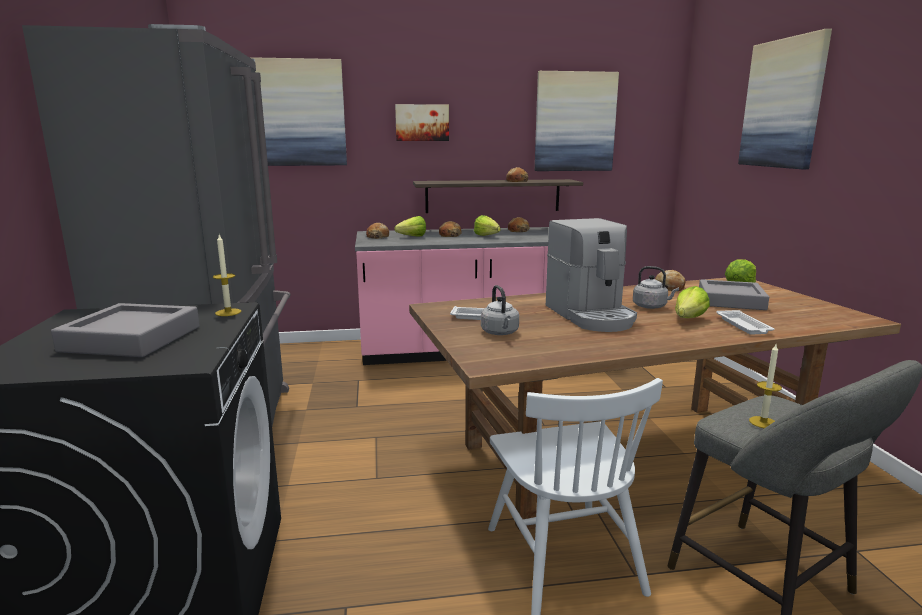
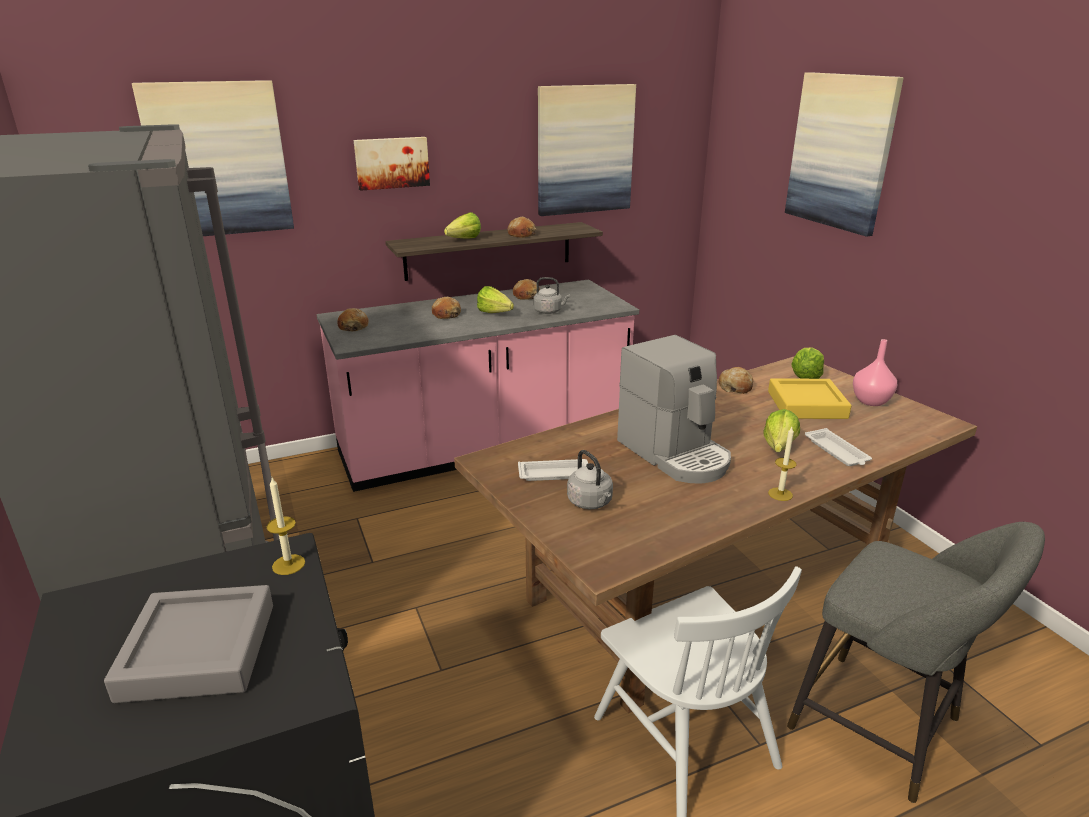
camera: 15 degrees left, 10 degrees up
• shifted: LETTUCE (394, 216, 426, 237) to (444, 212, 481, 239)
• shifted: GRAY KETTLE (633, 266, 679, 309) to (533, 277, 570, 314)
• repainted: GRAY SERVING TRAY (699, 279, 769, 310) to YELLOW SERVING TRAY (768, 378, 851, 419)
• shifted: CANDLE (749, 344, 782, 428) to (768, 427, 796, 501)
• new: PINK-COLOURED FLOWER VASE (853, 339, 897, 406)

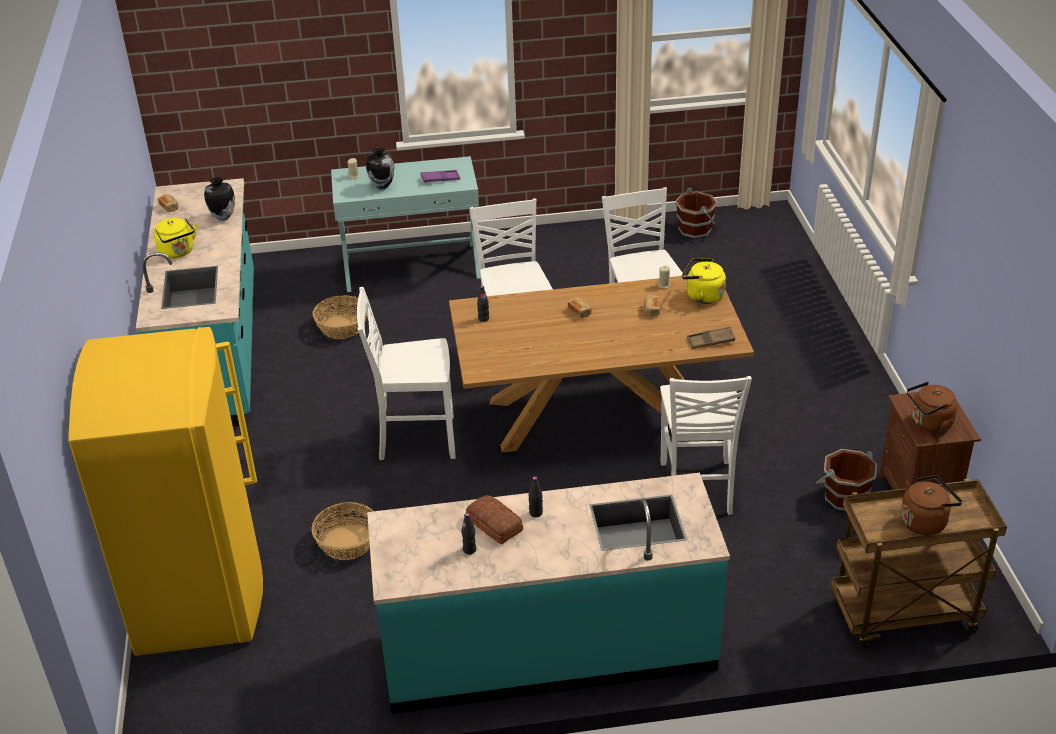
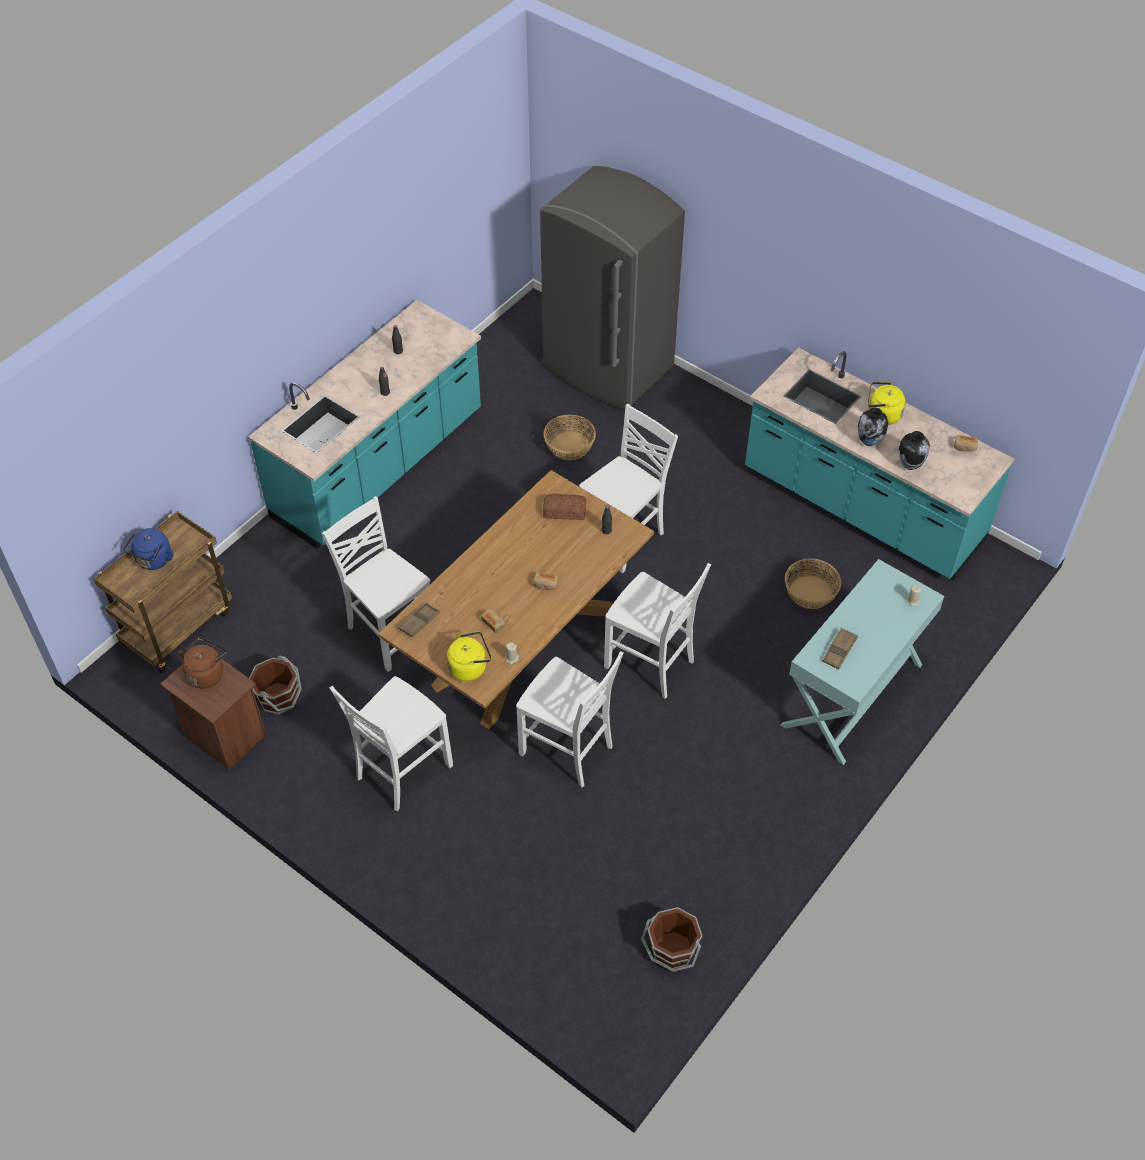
camera: 135 degrees right, 15 degrees up
• shifted: FLOWER VASE (366, 147, 394, 190) to (858, 408, 888, 446)
• repainted: PURPLE SERVING TRAY (421, 170, 460, 183) to BROWN-COLOURED SERVING TRAY (822, 628, 858, 669)
• repainted: YELLOW FRIDGE (69, 327, 263, 656) to GRAY FRIDGE (540, 166, 685, 410)
• repainted: BROWN-COLOURED KETTLE (900, 475, 962, 535) to BLUISH KETTLE (123, 528, 173, 570)
• shifted: BAKED BREAD (466, 495, 523, 545) to (543, 494, 586, 520)
• new: WHITE UPRIGHT CHAIR (330, 676, 453, 811)

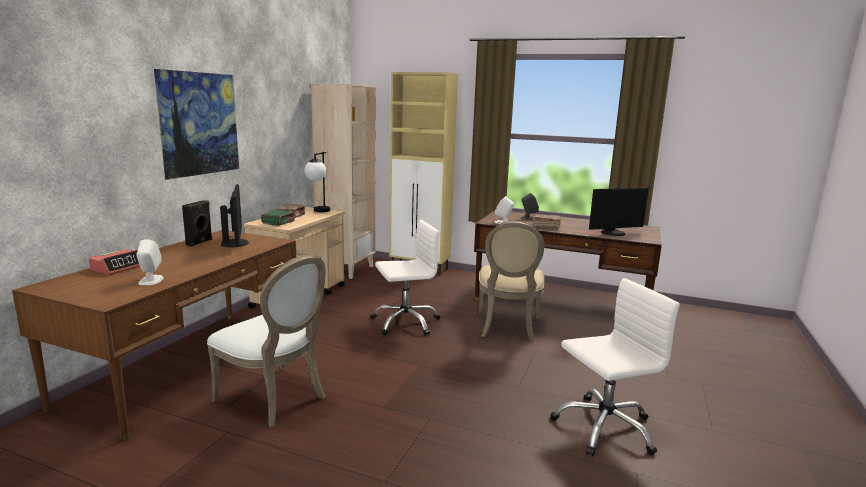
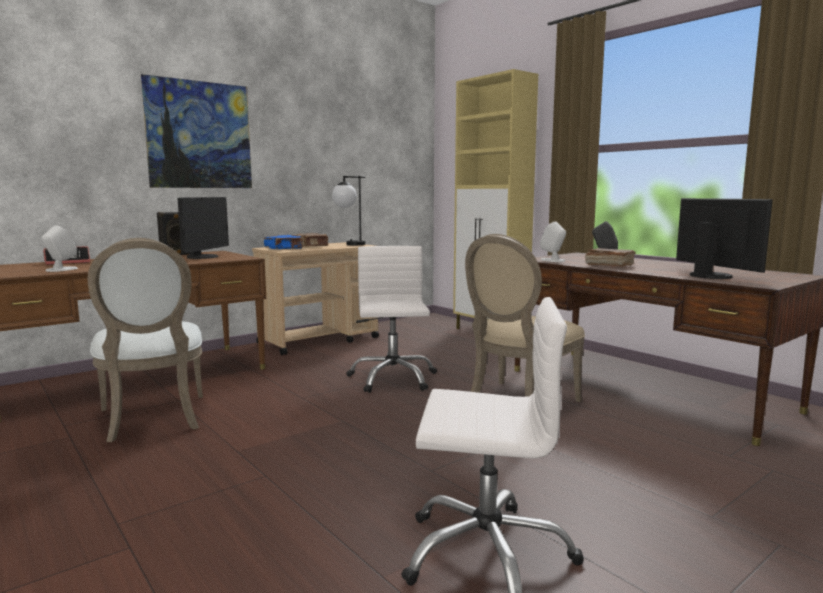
camera: 30 degrees right, 5 degrees down
• gone: BEIGE-COLOURED BOOKSHELF (311, 83, 376, 279)
• rotated: COMPUTER DISPLAY (589, 188, 649, 236) = (676, 198, 773, 279) 120 degrees counterclockwise
• repainted: GREEN BOOK (261, 209, 295, 226) to BLUISH BOOK (264, 235, 303, 249)
• rotated: WHITE COMPUTER CHAIR (370, 220, 440, 336) = (346, 246, 437, 393) 105 degrees counterclockwise

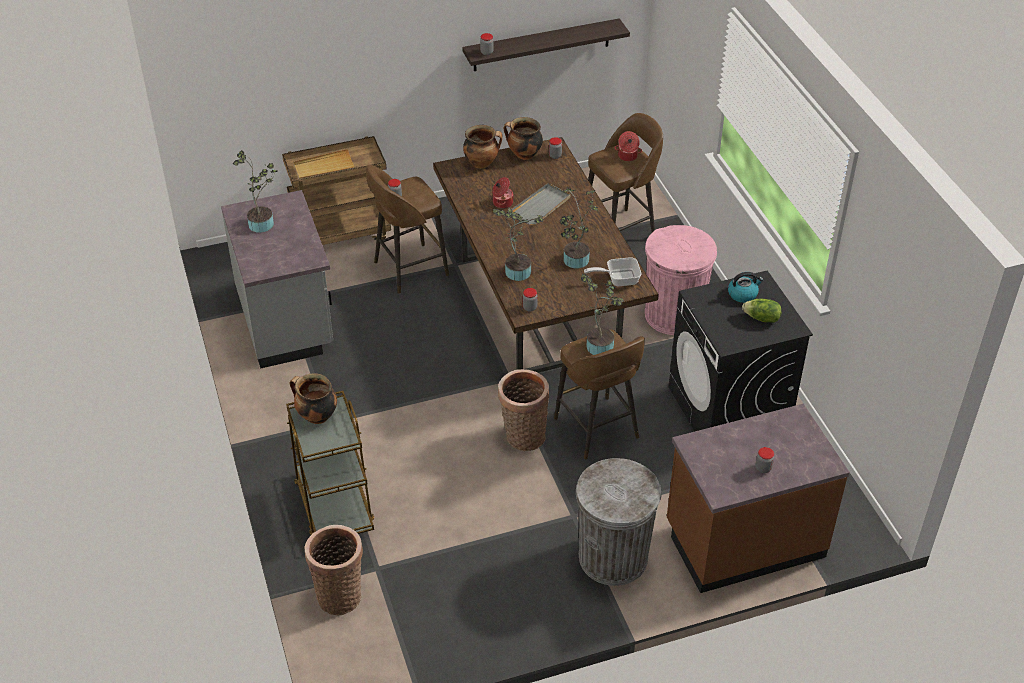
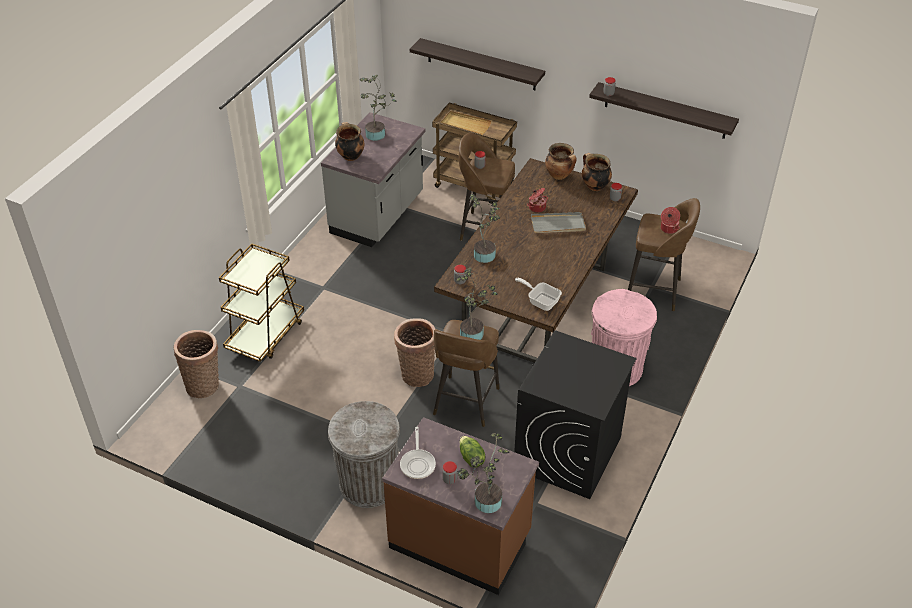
camera: 45 degrees right, 0 degrees up
• shifted: HOUSEPLANT (560, 188, 598, 268) to (457, 433, 509, 513)
• gone: KETTLE (728, 272, 763, 303)
• shifted: LETTUCE (742, 299, 782, 323) to (460, 436, 486, 468)
• shifted: SAUCEPOT (290, 373, 337, 424) to (335, 122, 365, 161)
• new: SHELF (410, 38, 545, 90)
• new: SKILLET (400, 427, 436, 479)

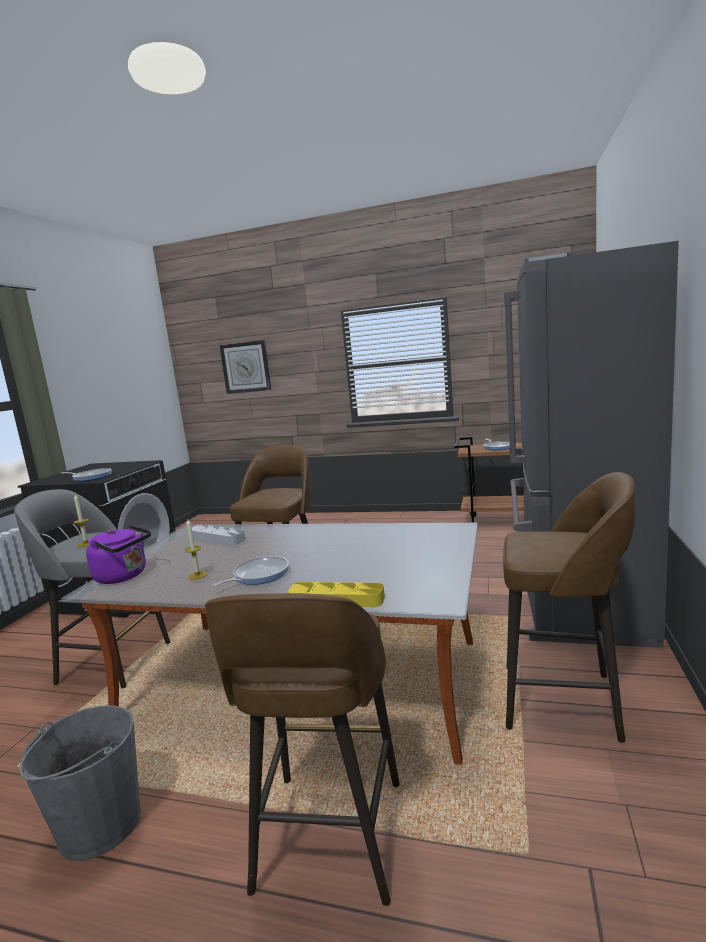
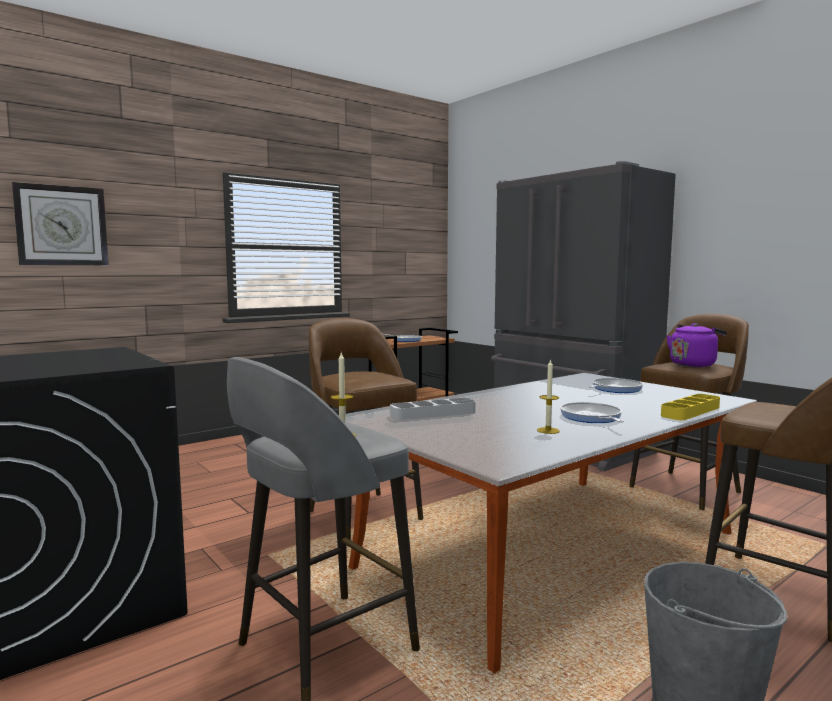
camera: 55 degrees left, 5 degrees down
• shifted: SKILLET (61, 468, 112, 481) to (588, 378, 643, 393)
• shifted: PURPLE KETTLE (86, 525, 151, 584) to (666, 323, 727, 367)

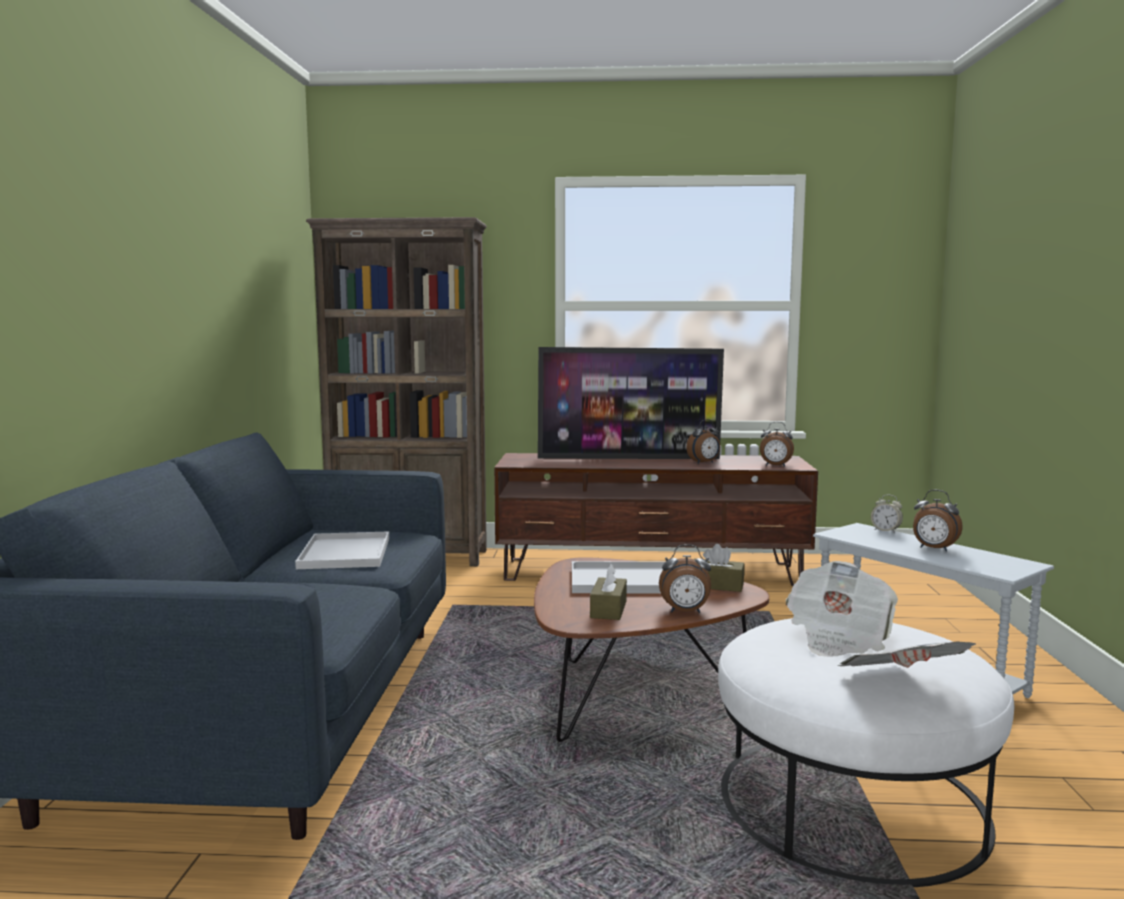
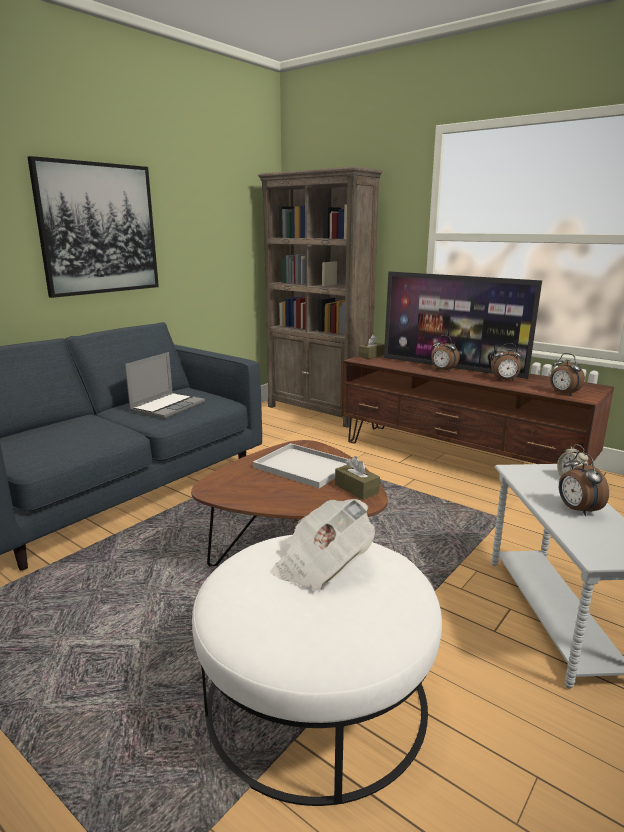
camera: 35 degrees right, 10 degrees up
• swapped: WHITE SERVING TRAY (295, 531, 389, 569) to LAPTOP (125, 352, 205, 419)
• shifted: BEDSIDE CLOCK (659, 544, 711, 613) to (432, 335, 459, 372)
• shifted: BROWN-COLOURED TISSUE HOLDER (590, 564, 627, 620) to (358, 335, 385, 359)
• gone: DAILY PAPER (837, 641, 976, 668)
• new: WALL PICTURE (28, 156, 159, 298)

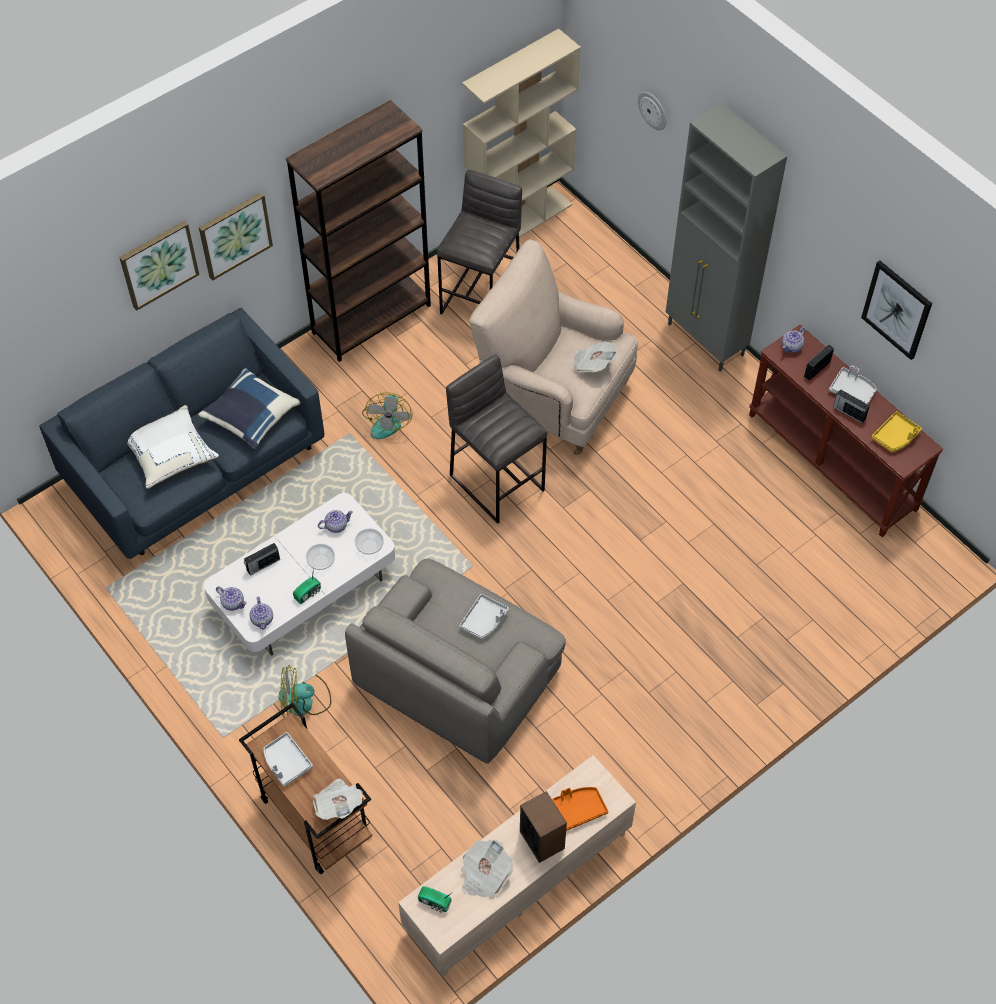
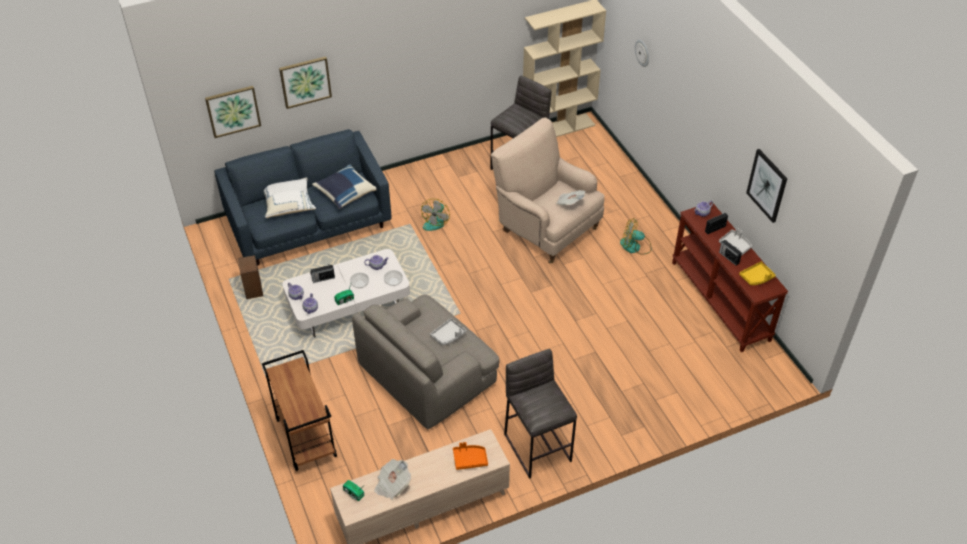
camera: 15 degrees right, 10 degrees down
• gone: BROWN-COLOURED BOOKSHELF (286, 100, 431, 362)
• gone: GRAY CUPBOARD (666, 103, 787, 372)
• shifted: WALL PICTURE (199, 193, 273, 281) to (205, 86, 261, 138)
• shifted: GRAY SITTING STOOL (446, 354, 547, 524) to (504, 349, 577, 479)
• shifted: FAN (279, 665, 331, 716) to (620, 218, 651, 255)
• gone: GRAY SERVING TRAY (264, 732, 313, 787)
• gone: DAILY PAPER (313, 778, 363, 820)
• shifted: LOUDSPEAKER (520, 791, 567, 863) to (238, 255, 263, 299)

